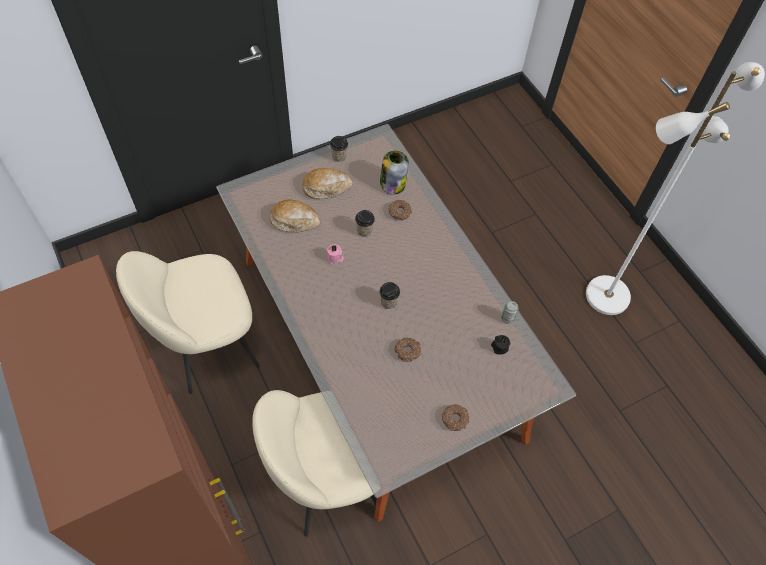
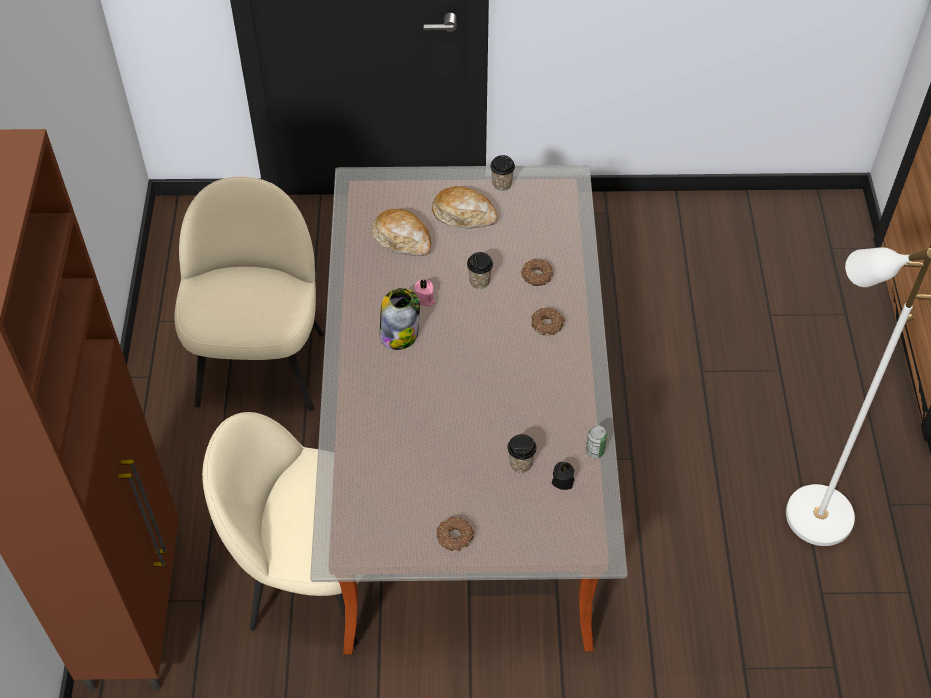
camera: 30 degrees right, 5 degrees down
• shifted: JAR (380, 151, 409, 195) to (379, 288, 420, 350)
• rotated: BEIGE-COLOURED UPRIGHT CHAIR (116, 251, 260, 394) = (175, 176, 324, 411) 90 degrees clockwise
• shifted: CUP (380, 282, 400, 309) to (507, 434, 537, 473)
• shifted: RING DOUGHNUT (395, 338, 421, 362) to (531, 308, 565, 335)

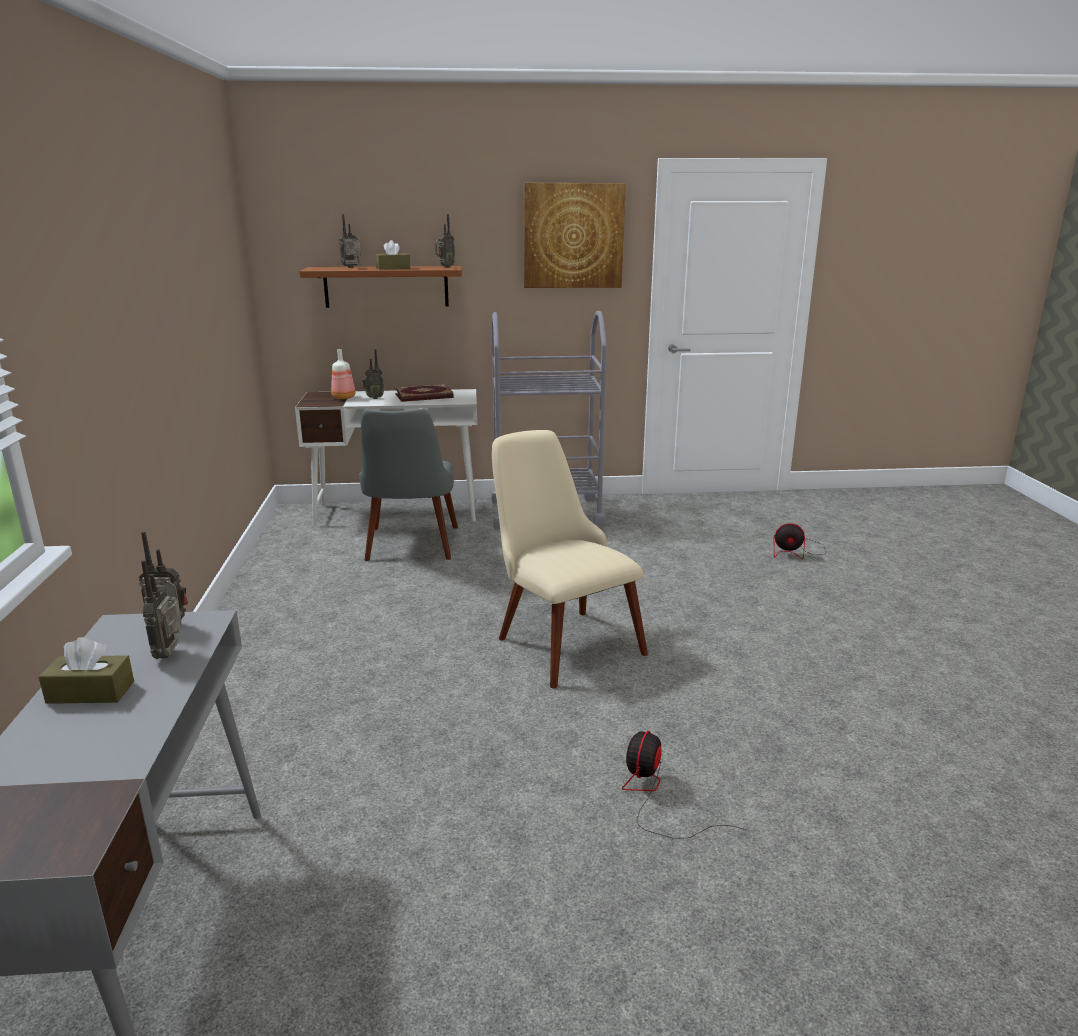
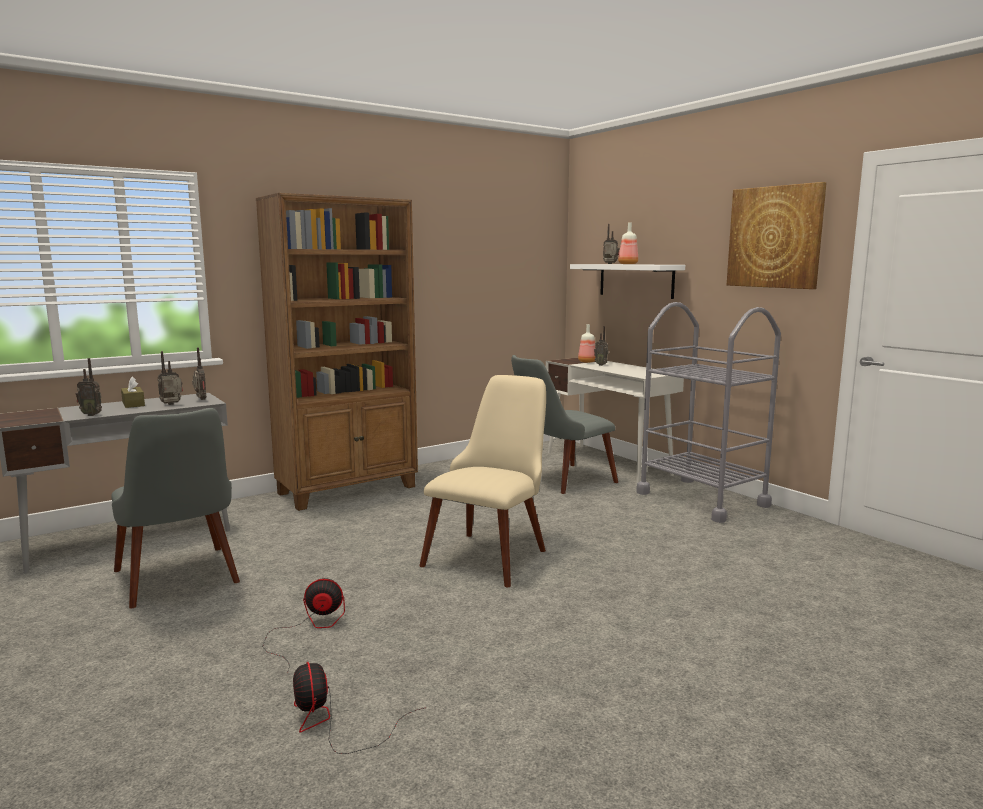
camera: 60 degrees right, 10 degrees down
• shifted: RADIO RECEIVER (435, 214, 455, 268) to (76, 358, 102, 416)
• swapped: BROWN-COLOURED TISSUE HOLDER (376, 240, 410, 270) to BEVERAGE BOTTLE (618, 222, 638, 264)
• repainted: BROWN-COLOURED SHELF (299, 266, 462, 308) to WHITE SHELF (570, 264, 685, 299)
• gone: BOOK (395, 384, 454, 402)
• shifted: FAN (774, 523, 827, 559) to (293, 662, 424, 754)
• new: BROWN-COLOURED BOOKSHELF (256, 193, 418, 511)
• new: GRAY UPRIGHT CHAIR (111, 408, 240, 609)

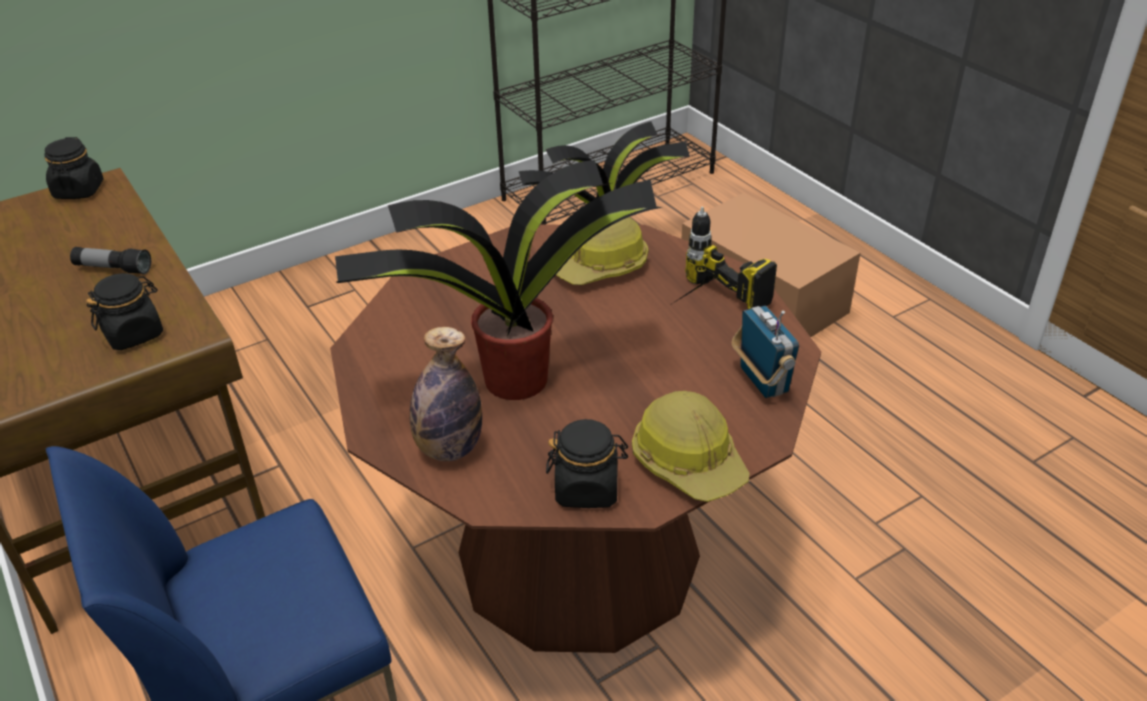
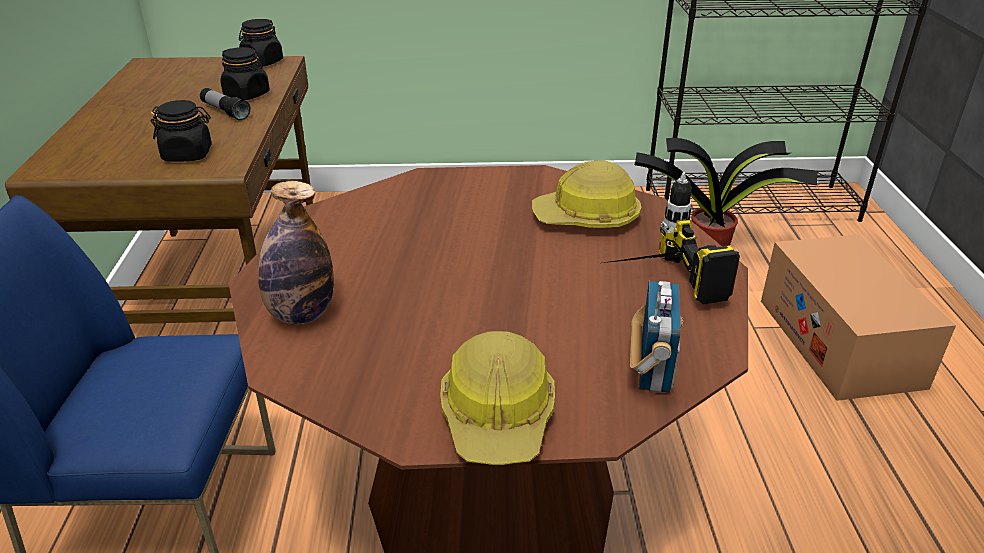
camera: 30 degrees right, 5 degrees down
• gone: HOUSEPLANT (335, 160, 663, 400)
• shifted: BLACK-COLOURED JAR (546, 419, 628, 508) to (221, 47, 270, 100)

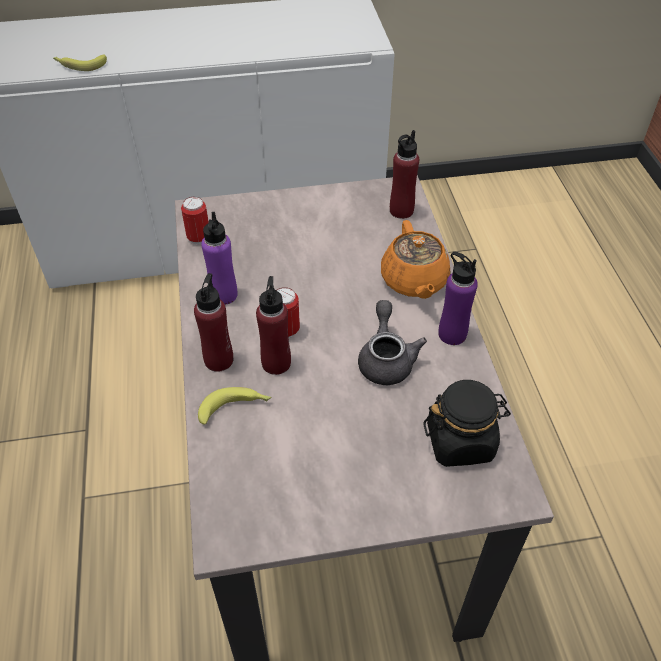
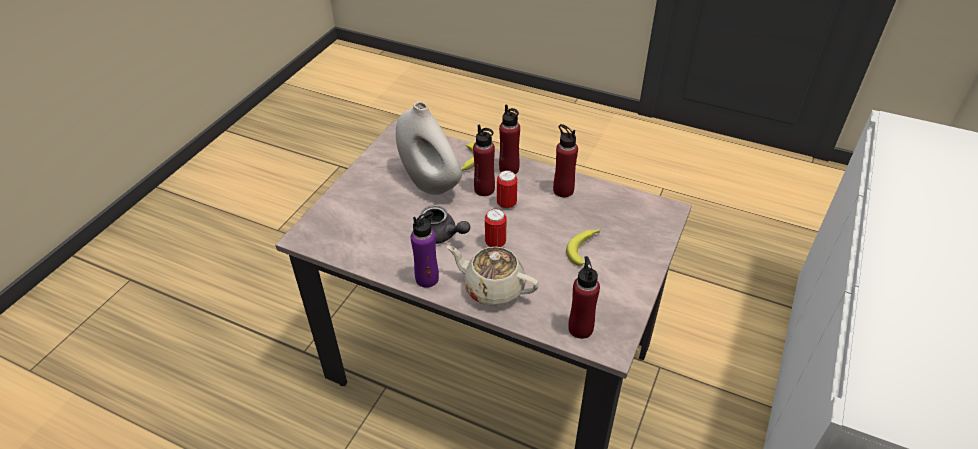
camera: 125 degrees right, 5 degrees down
• shifted: WHOLE BANANA (53, 54, 107, 71) to (566, 228, 600, 266)
• shifted: SEALED CAN (181, 197, 209, 244) to (485, 209, 507, 248)
• repainted: PURPLE BEVERAGE BOTTLE (201, 212, 237, 305) to REDDISH BEVERAGE BOTTLE (553, 124, 578, 197)
• repainted: ORANGEY TEAPOT (381, 220, 450, 299) to BEIGE-COLOURED TEAPOT (447, 246, 539, 306)
• gone: BLACK-COLOURED JAR (423, 380, 511, 467)
• new: WHITE FLOWER VASE (396, 101, 462, 195)

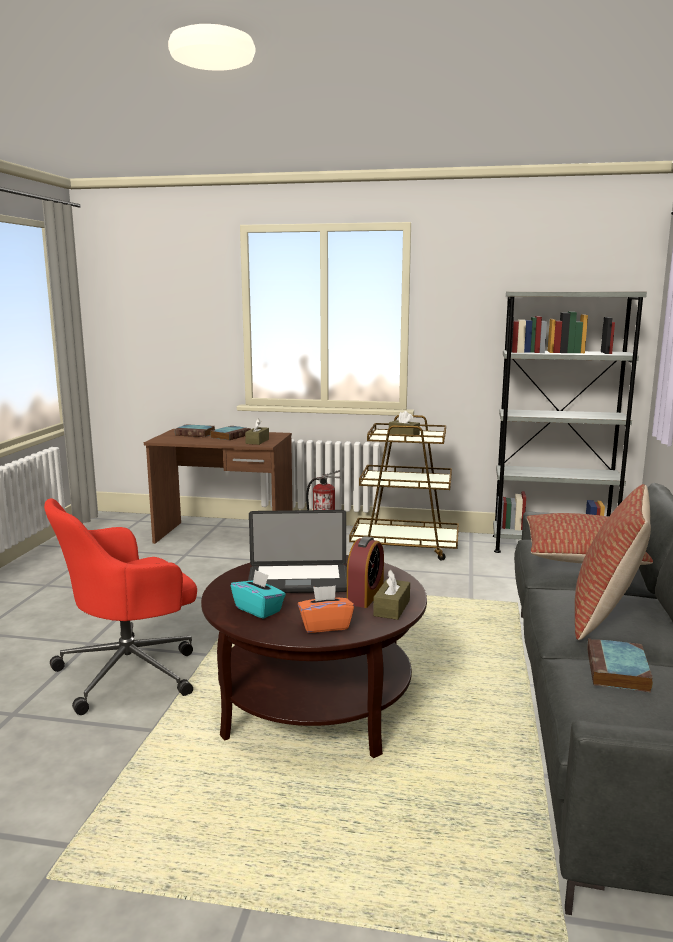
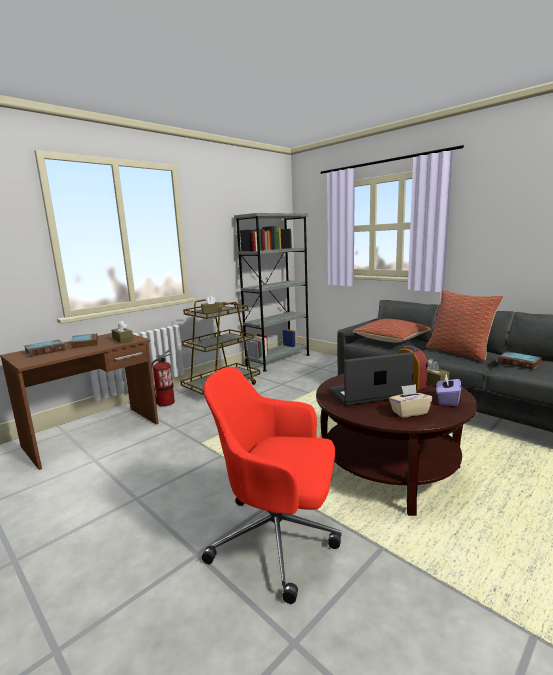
camera: 55 degrees left, 0 degrees up
• rotated: REDDISH COMPUTER CHAIR (44, 498, 197, 715) = (202, 367, 341, 604) 105 degrees clockwise
• rotated: LAPTOP (248, 510, 347, 593) = (330, 352, 414, 406) 135 degrees counterclockwise
• repainted: TURQUOISE-COLOURED TISSUE HOLDER (231, 569, 286, 619) to BEIGE-COLOURED TISSUE HOLDER (389, 384, 432, 418)
• repainted: ORANGEY TISSUE HOLDER (298, 585, 354, 633) to PURPLE TISSUE HOLDER (436, 374, 461, 406)

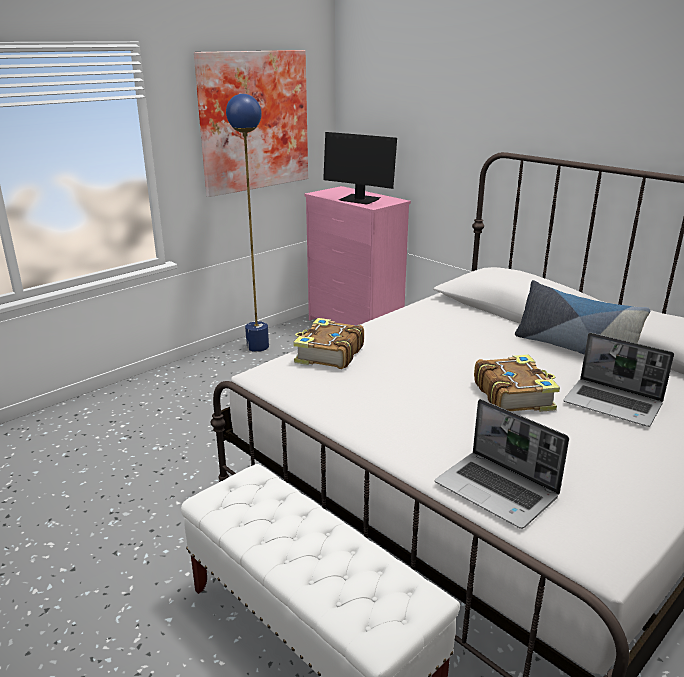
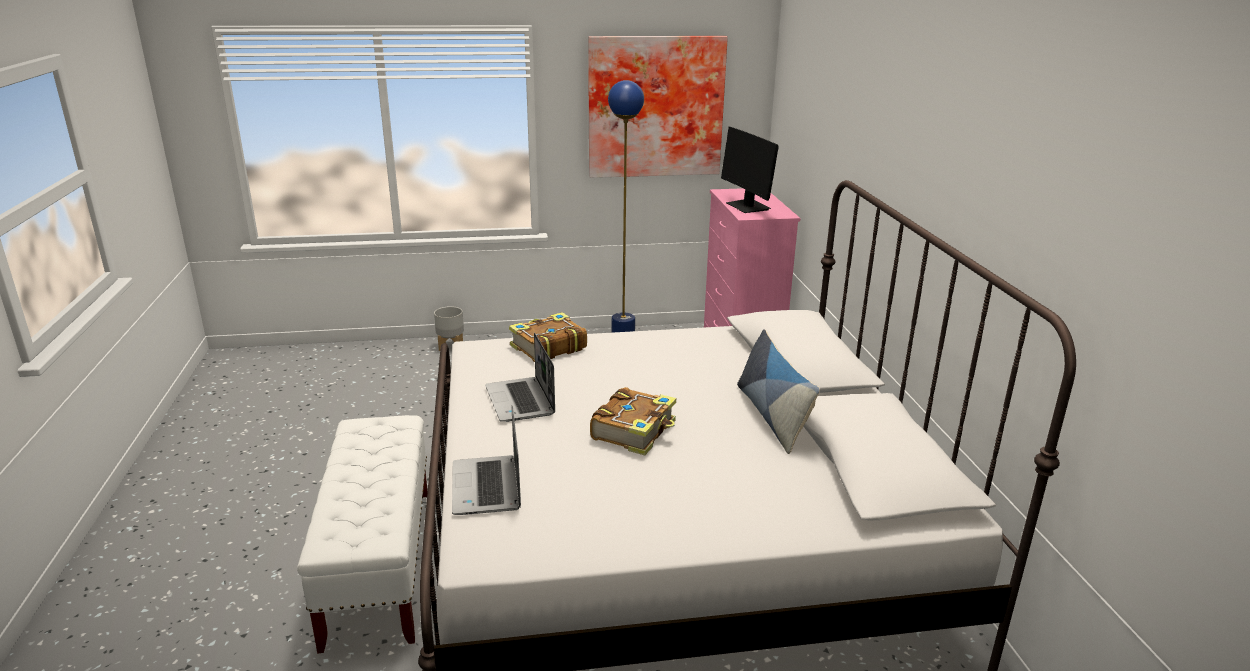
camera: 35 degrees right, 0 degrees up
• shifted: LAPTOP (563, 333, 674, 427) to (485, 333, 555, 422)
• new: GRAY PLANTER (434, 306, 464, 351)

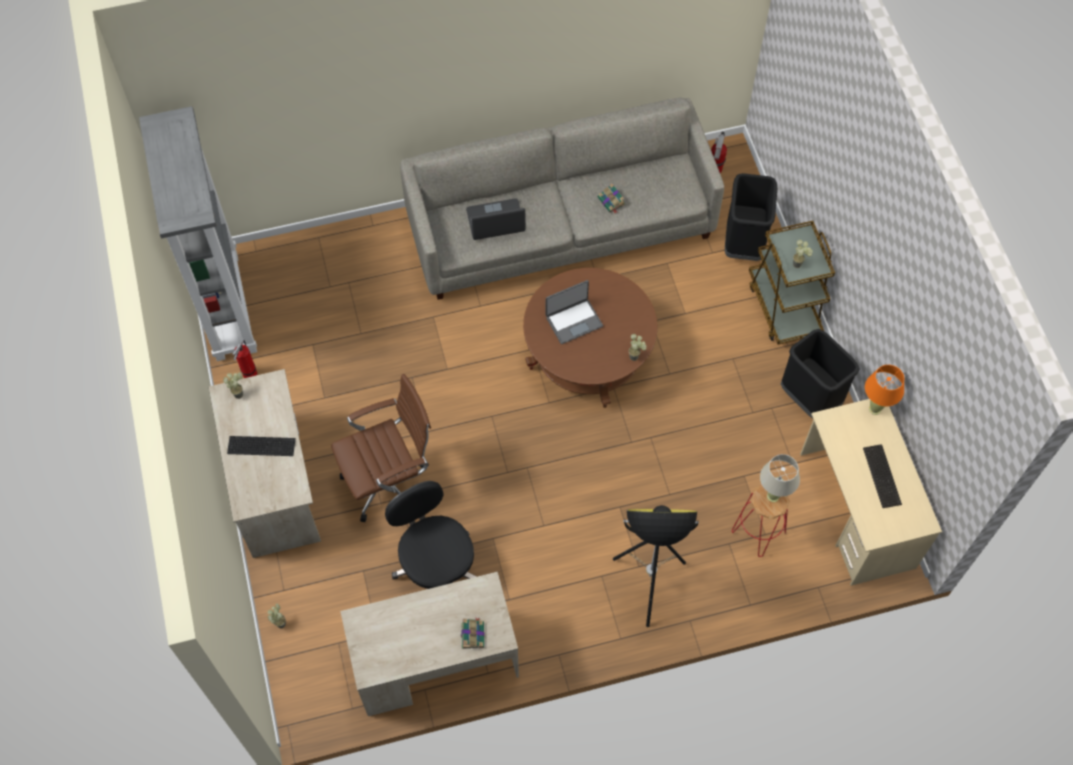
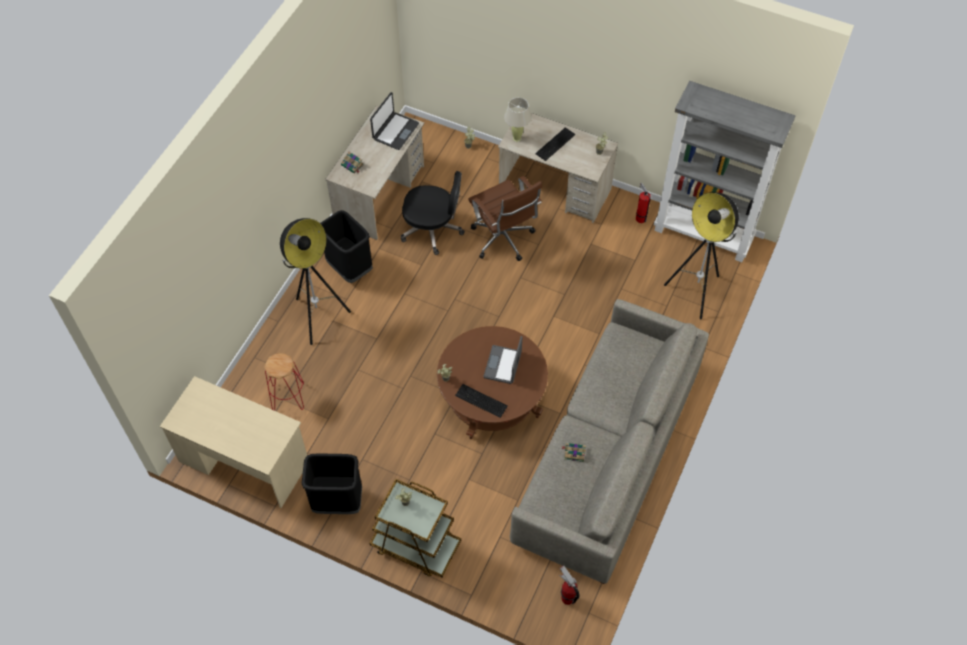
camera: 130 degrees right, 5 degrees down
• shifted: BLACK-COLOURED WASTE BIN (725, 173, 777, 261) to (320, 210, 373, 283)
• shifted: LAPTOP (466, 198, 526, 240) to (370, 92, 419, 150)
• gone: ORANGEY TABLE LAMP (865, 365, 904, 415)
• rotated: BROWN-COLOURED COMPUTER CHAIR (331, 374, 431, 522) = (468, 176, 542, 261) 45 degrees counterclockwise
• shifted: KEYBOARD (863, 444, 902, 508) to (455, 384, 508, 418)
• shifted: BEIGE-COLOURED TABLE LAMP (760, 454, 800, 502) to (504, 97, 532, 142)
• new: FLOOR LAMP (664, 192, 739, 319)

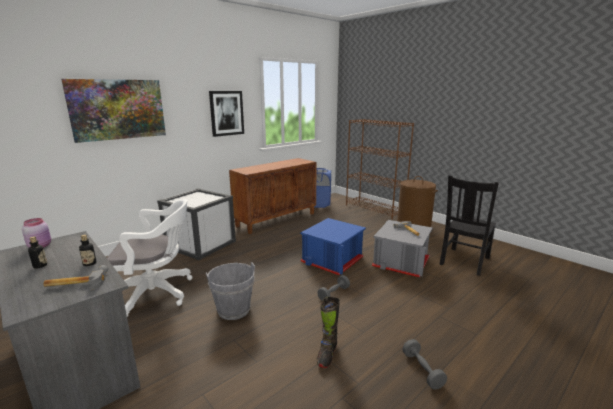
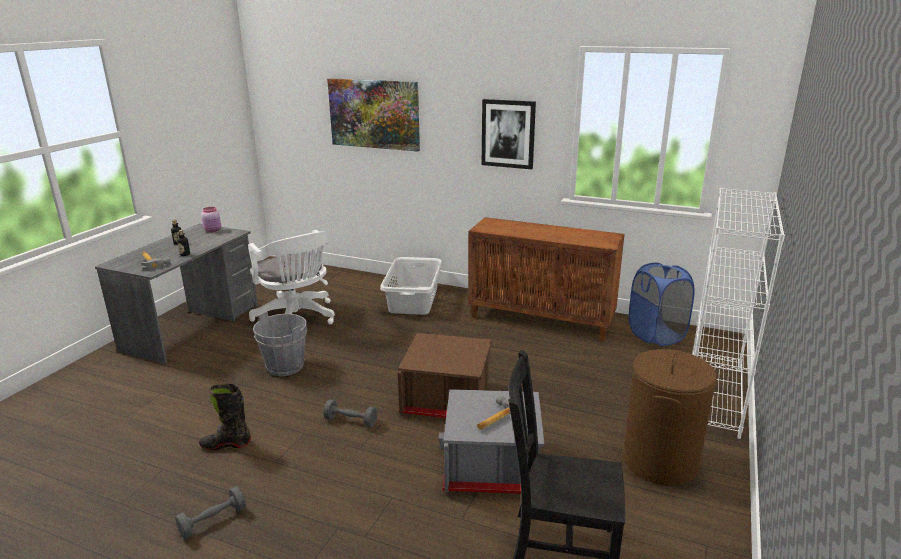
camera: 65 degrees right, 5 degrees up
• repainted: BROWN-COLOURED BOOKSHELF (346, 119, 414, 220) to WHITE BOOKSHELF (692, 188, 785, 439)
• swapped: WHITE STORAGE CONTAINER (157, 188, 236, 261) to GRAY LAUNDRY BASKET (380, 257, 443, 315)
• repainted: BLUISH STORAGE CONTAINER (300, 218, 366, 275) to BROWN-COLOURED STORAGE CONTAINER (398, 333, 492, 418)

